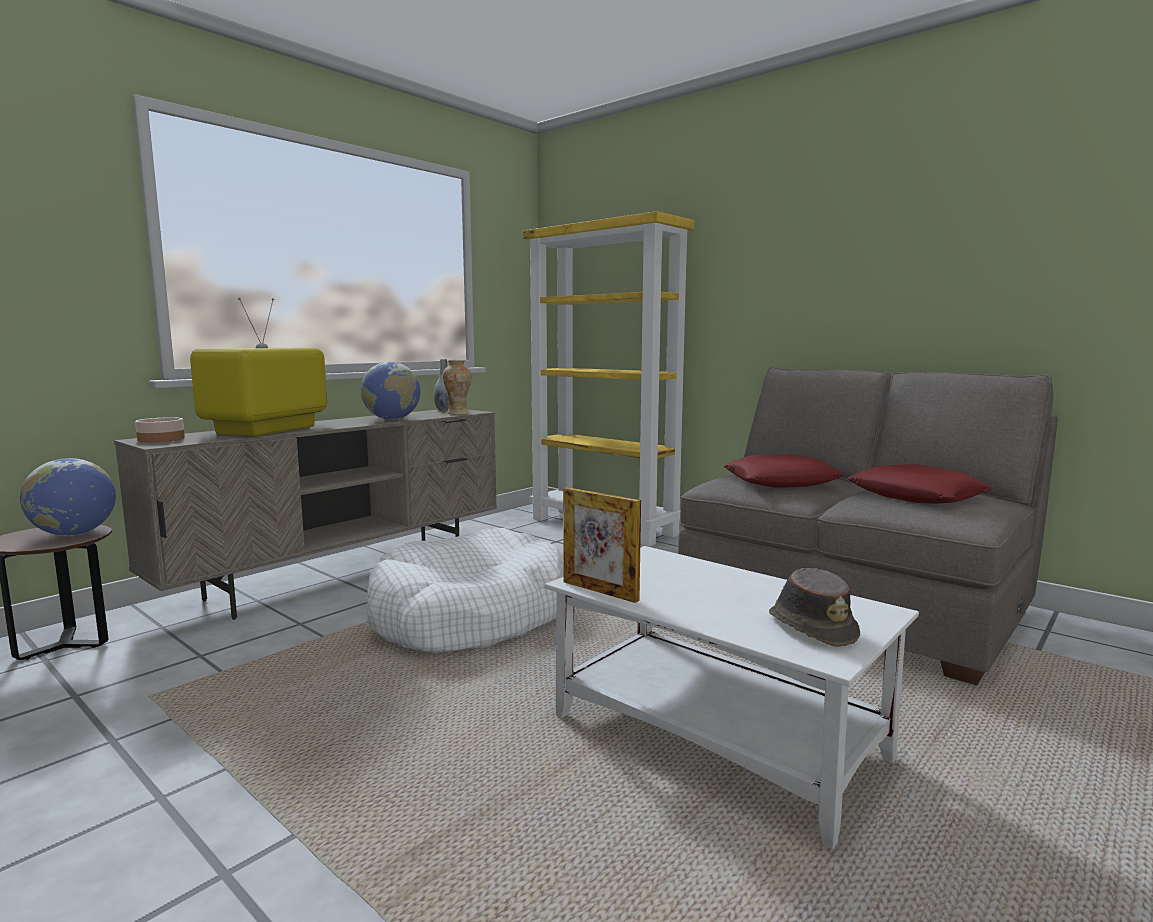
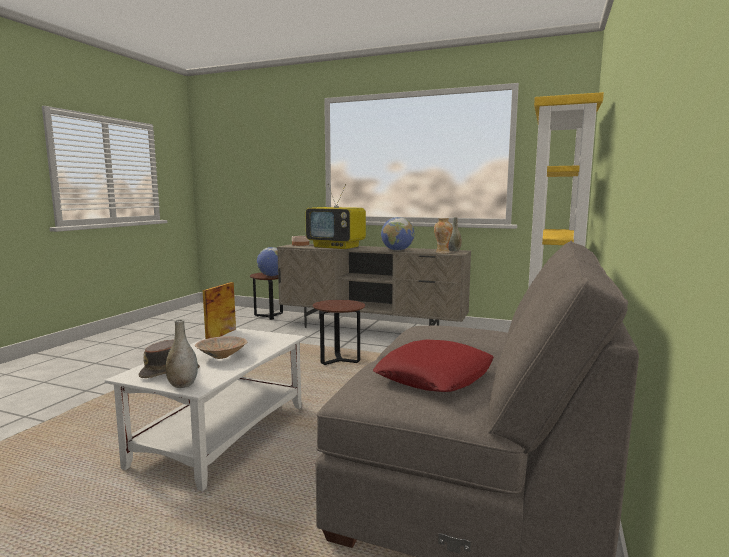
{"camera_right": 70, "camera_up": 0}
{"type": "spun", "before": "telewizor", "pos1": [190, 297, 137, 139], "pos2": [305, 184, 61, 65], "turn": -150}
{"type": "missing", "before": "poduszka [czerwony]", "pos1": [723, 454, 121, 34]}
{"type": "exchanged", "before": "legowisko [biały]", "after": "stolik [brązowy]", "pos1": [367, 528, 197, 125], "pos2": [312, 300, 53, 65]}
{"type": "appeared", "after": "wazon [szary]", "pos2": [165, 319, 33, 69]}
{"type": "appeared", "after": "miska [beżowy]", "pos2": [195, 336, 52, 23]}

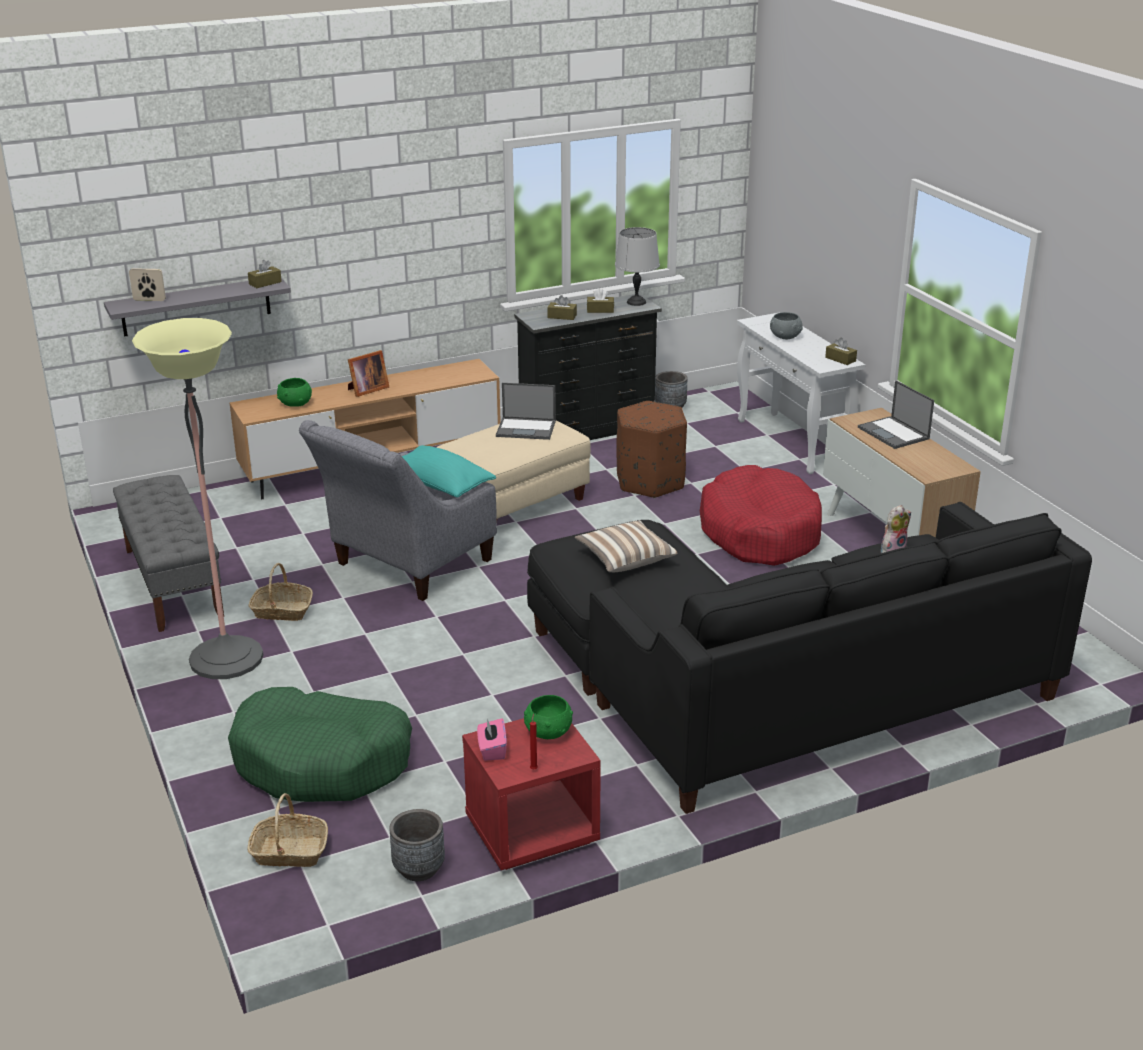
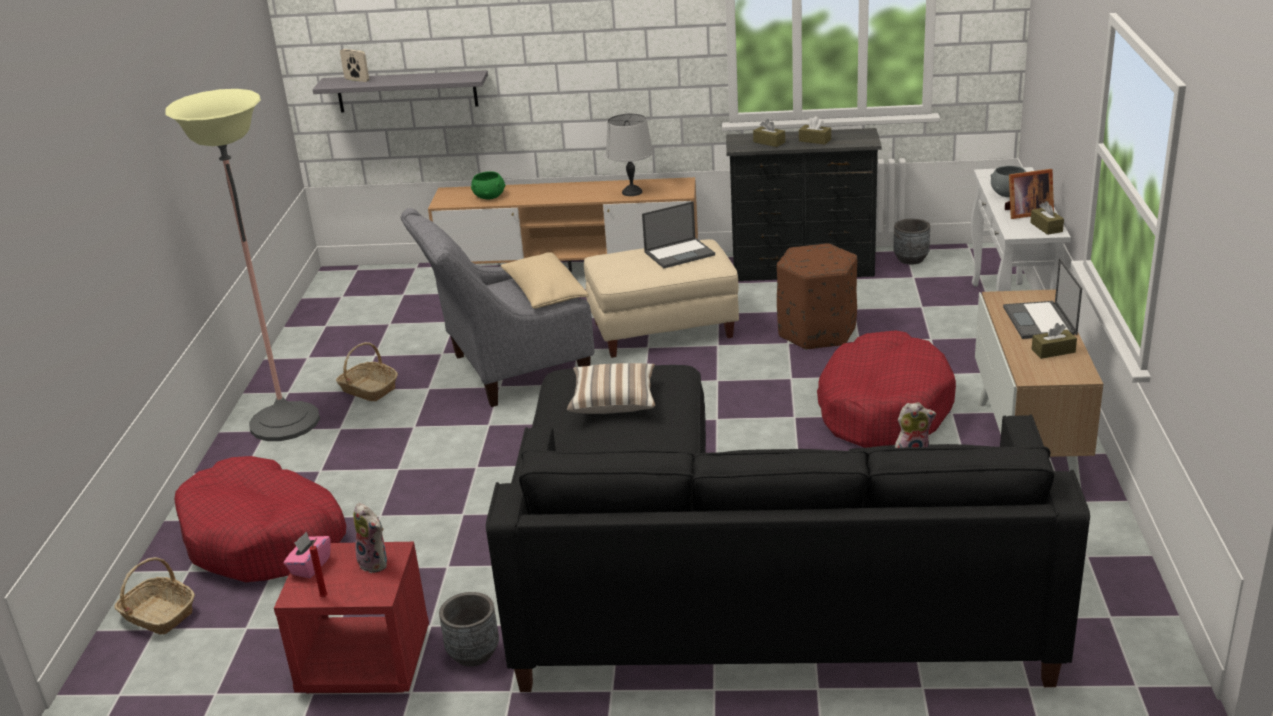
{"camera_right": 30, "camera_up": 0}
{"type": "relocated", "before": "lampa stołowa [szary]", "pos1": [615, 227, 45, 79], "pos2": [606, 113, 47, 83]}
{"type": "relocated", "before": "pudełko chusteczek [brązowy]", "pos1": [248, 260, 34, 28], "pos2": [1031, 323, 46, 36]}
{"type": "relocated", "before": "ramka na zdjęcie", "pos1": [348, 350, 41, 47], "pos2": [1005, 169, 49, 50]}
{"type": "spun", "before": "laptop", "pos1": [496, 383, 60, 57], "pos2": [642, 201, 73, 67], "turn": -60}
{"type": "colour", "before": "poduszka [turkusowy]", "after": "poduszka [beżowy]", "pos1": [402, 445, 94, 52], "pos2": [501, 252, 88, 57]}
{"type": "missing", "before": "ławka [szary]", "pos1": [113, 475, 111, 157]}
{"type": "colour", "before": "legowisko [zielony]", "after": "legowisko [czerwony]", "pos1": [228, 687, 184, 115], "pos2": [174, 456, 172, 126]}
{"type": "exchanged", "before": "miska [zielony]", "after": "pluszak", "pos1": [524, 695, 49, 44], "pos2": [353, 503, 34, 70]}
{"type": "relocated", "before": "donica [szary]", "pos1": [389, 809, 56, 72], "pos2": [439, 592, 60, 75]}

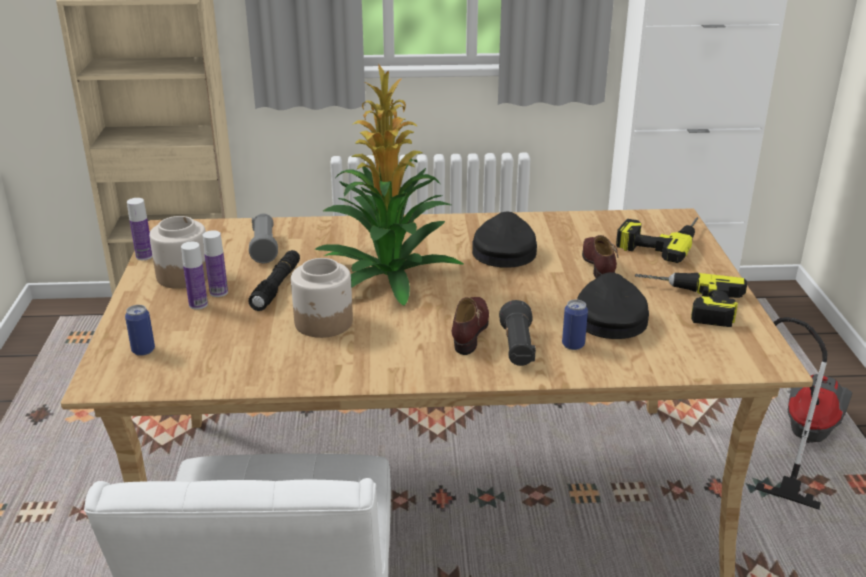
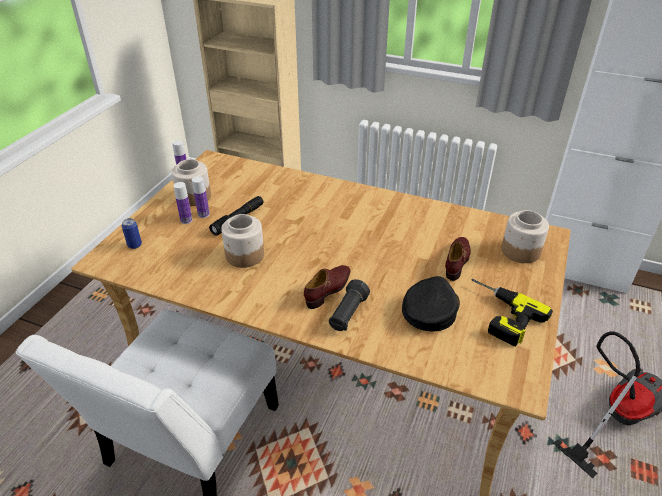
{"camera_right": 25, "camera_up": 10}
{"type": "missing", "before": "roślina doniczkowa", "pos1": [315, 65, 148, 241]}
{"type": "missing", "before": "czapka z daszkiem [czarny]", "pos1": [472, 212, 65, 56]}
{"type": "missing", "before": "latarka [szary]", "pos1": [249, 214, 29, 49]}
{"type": "exchanged", "before": "wiertarka", "after": "słoik", "pos1": [616, 217, 83, 46], "pos2": [501, 210, 48, 53]}
{"type": "missing", "before": "puszka", "pos1": [562, 299, 26, 51]}

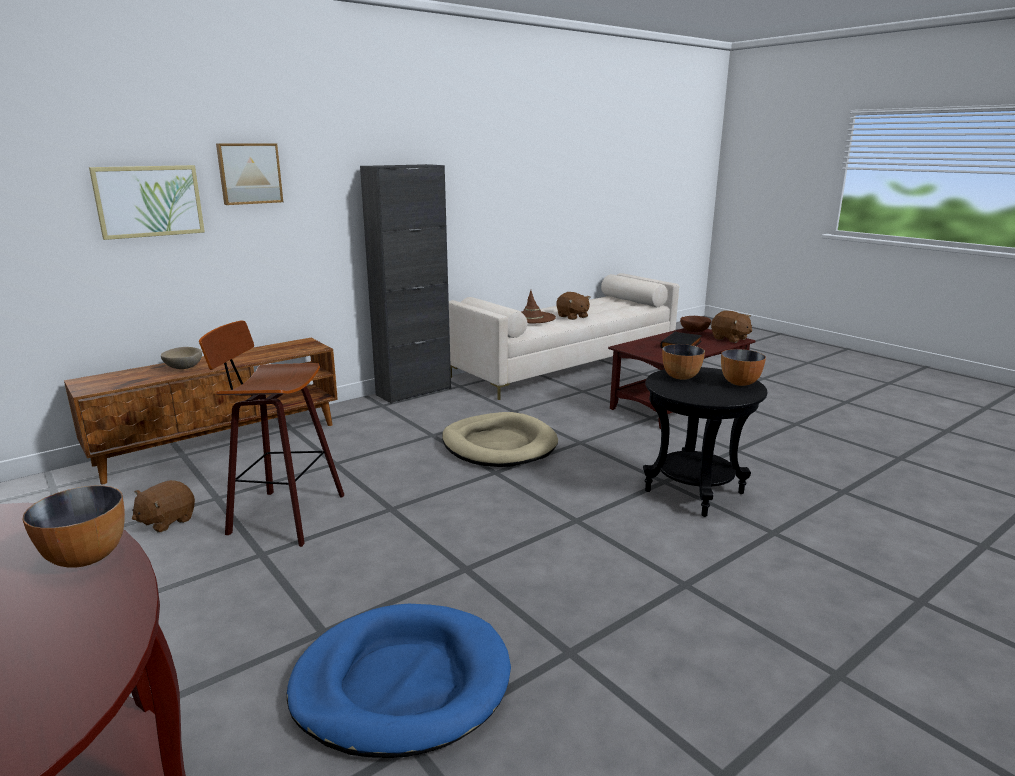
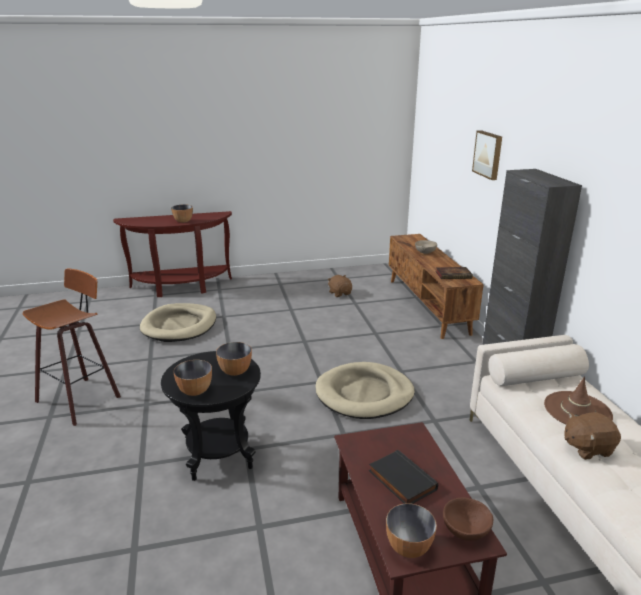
{"camera_right": 115, "camera_up": 5}
{"type": "missing", "before": "obraz", "pos1": [89, 165, 116, 75]}
{"type": "exchanged", "before": "pluszak [brązowy]", "after": "miska", "pos1": [711, 311, 41, 32], "pos2": [386, 503, 51, 55]}
{"type": "relocated", "before": "stołek", "pos1": [199, 320, 145, 227], "pos2": [23, 268, 98, 158]}
{"type": "colour", "before": "legowisko [niebieski]", "after": "legowisko [beżowy]", "pos1": [287, 604, 224, 154], "pos2": [140, 303, 76, 39]}
{"type": "appeared", "after": "książka", "pos2": [435, 267, 38, 12]}

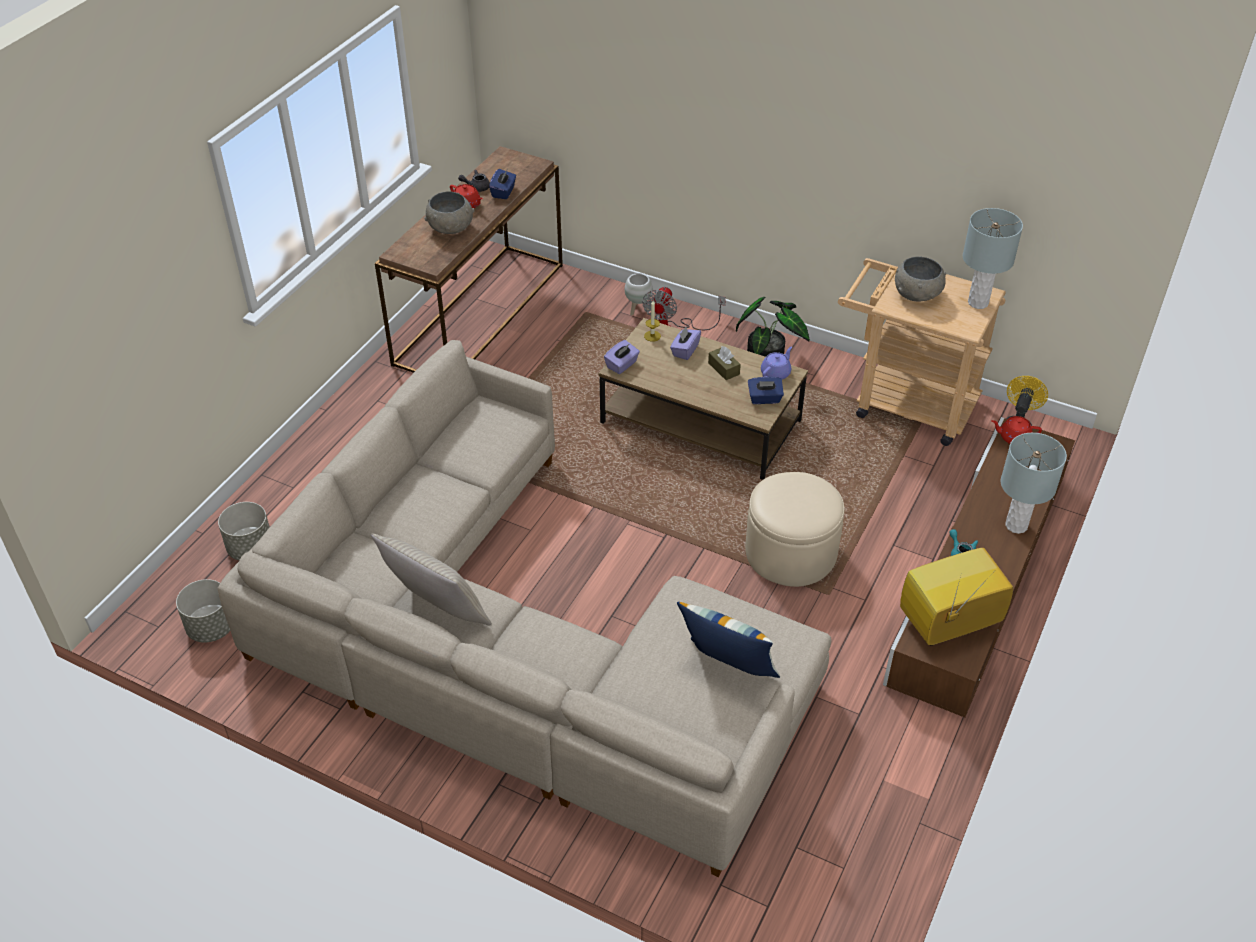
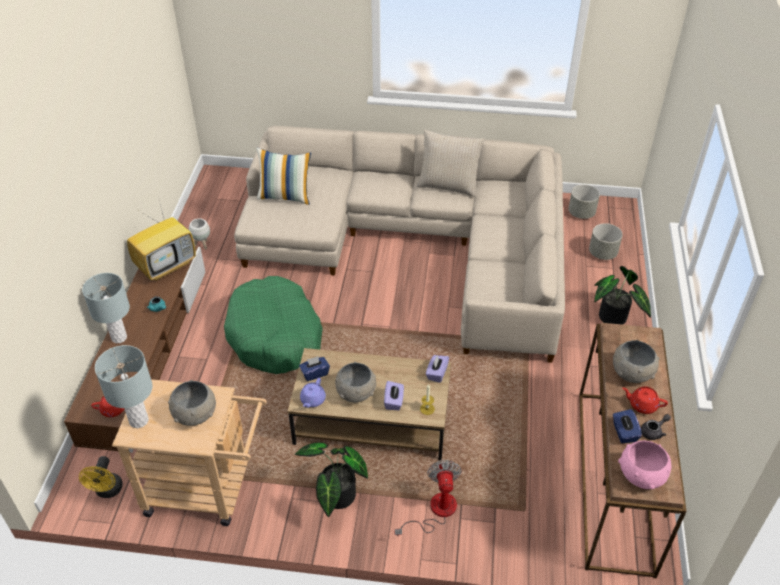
{"camera_right": 160, "camera_up": 0}
{"type": "relocated", "before": "donica [biały]", "pos1": [625, 273, 28, 43], "pos2": [189, 218, 21, 31]}
{"type": "exchanged", "before": "pudełko chusteczek [brązowy]", "after": "miska [szary]", "pos1": [708, 346, 33, 34], "pos2": [335, 362, 41, 40]}
{"type": "exchanged", "before": "pufa [beżowy]", "after": "legowisko [zielony]", "pos1": [745, 472, 99, 115], "pos2": [224, 276, 99, 98]}
{"type": "appeared", "after": "roślina doniczkowa", "pos2": [594, 266, 57, 59]}
{"type": "appeared", "after": "miska [różowy]", "pos2": [618, 441, 53, 48]}

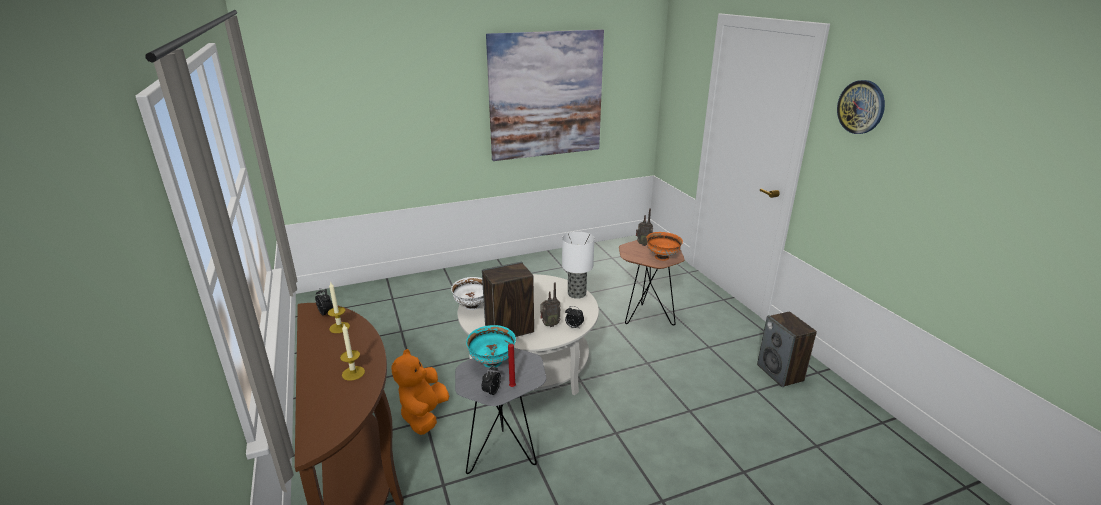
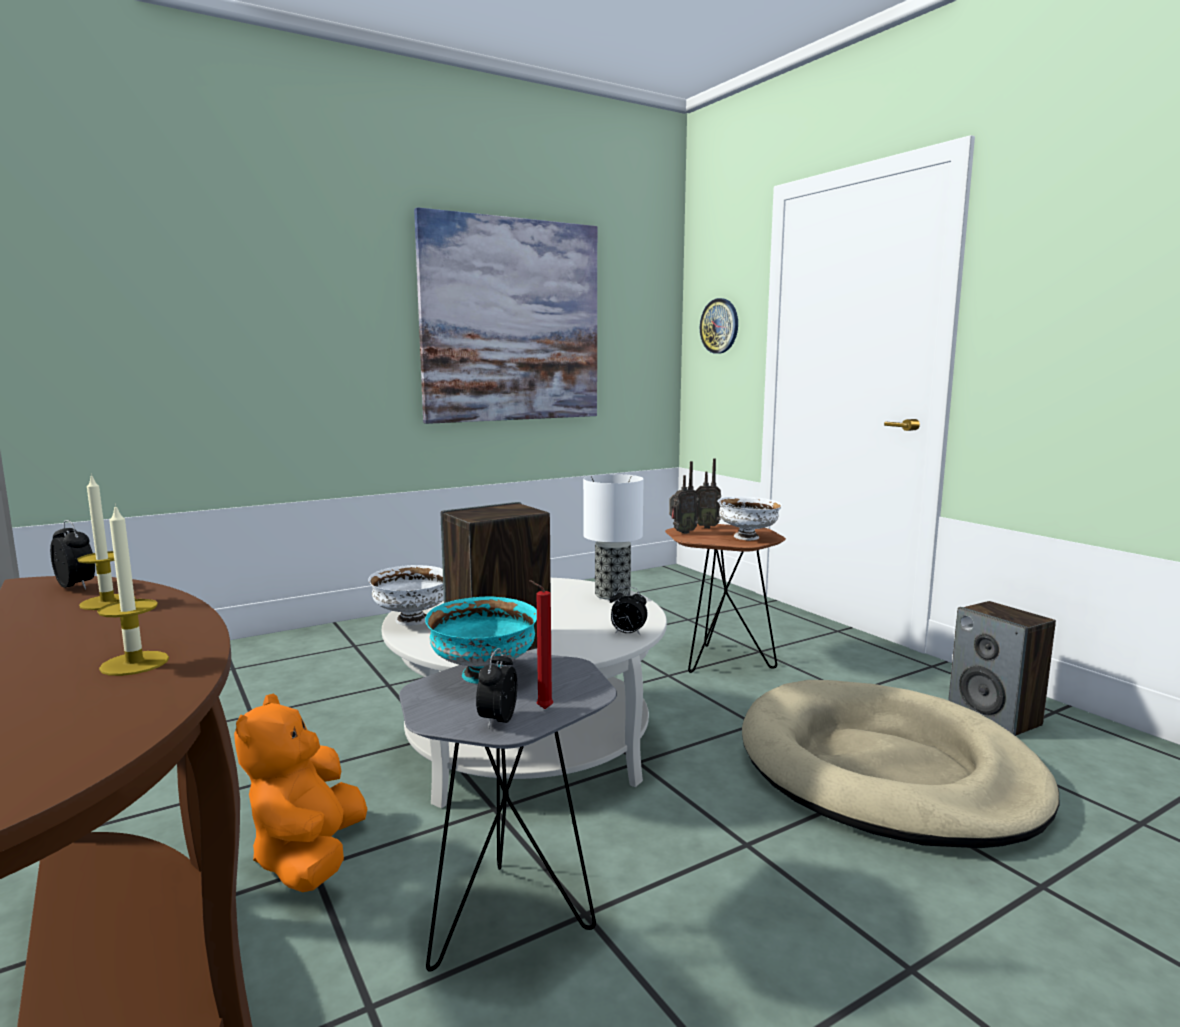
{"camera_right": -10, "camera_up": -15}
{"type": "relocated", "before": "zegar ścienny", "pos1": [837, 80, 48, 54], "pos2": [700, 298, 38, 56]}
{"type": "colour", "before": "miska [pomarańczowy]", "after": "miska [biały]", "pos1": [646, 232, 37, 29], "pos2": [717, 497, 65, 43]}
{"type": "relocated", "before": "radio", "pos1": [540, 282, 21, 45], "pos2": [669, 461, 30, 73]}
{"type": "appeared", "after": "legowisko [beżowy]", "pos2": [742, 680, 318, 168]}

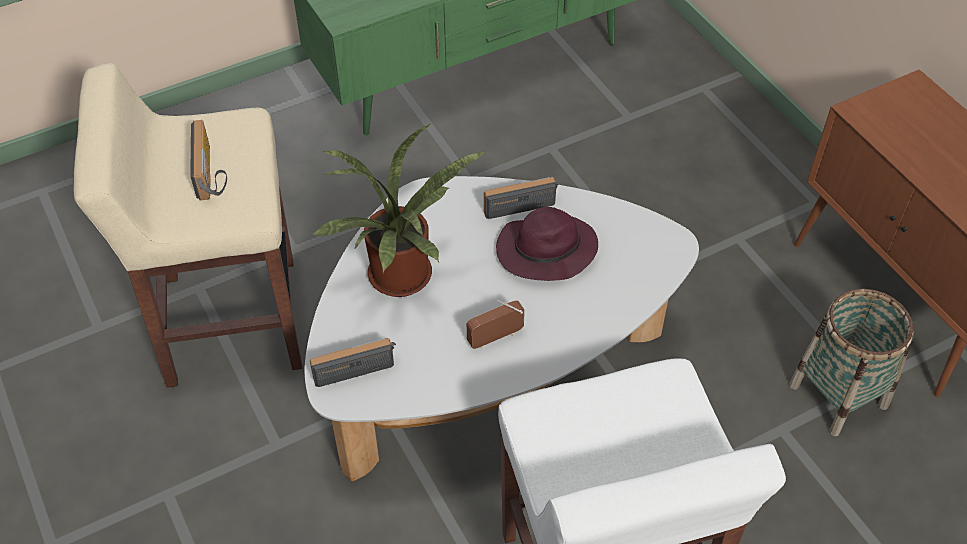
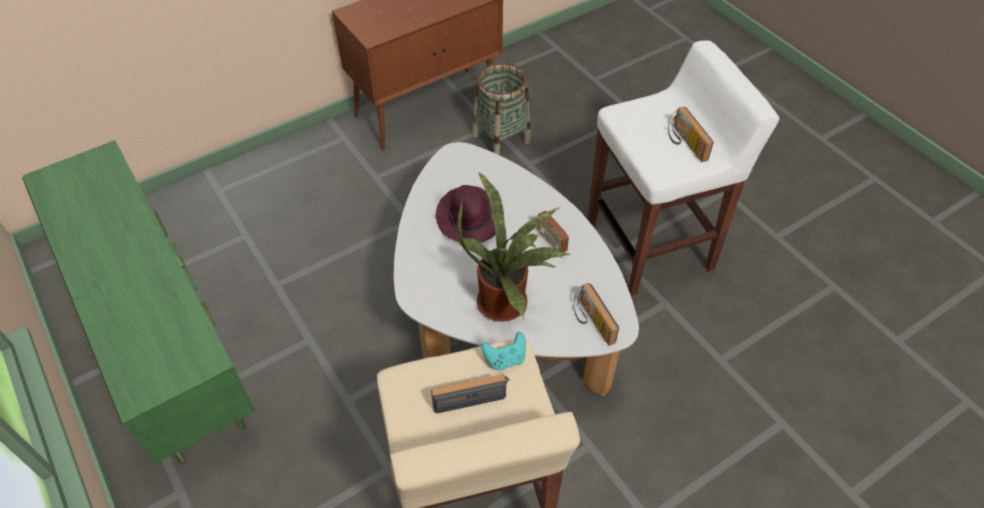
{"camera_right": -95, "camera_up": 0}
{"type": "relocated", "before": "radio", "pos1": [484, 177, 75, 42], "pos2": [668, 106, 46, 56]}
{"type": "appeared", "after": "pad do gier [turkusowy]", "pos2": [481, 331, 45, 39]}

